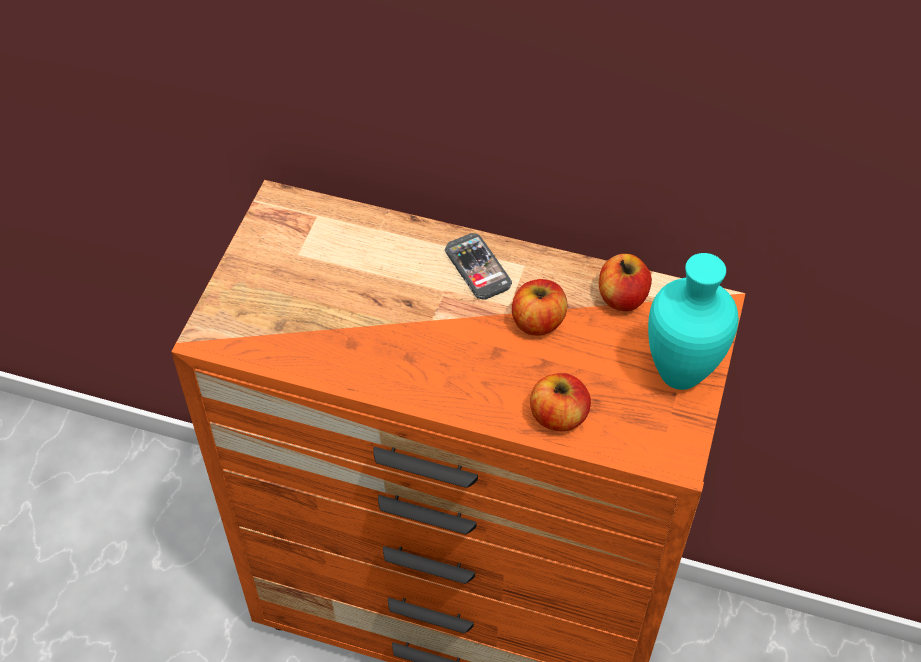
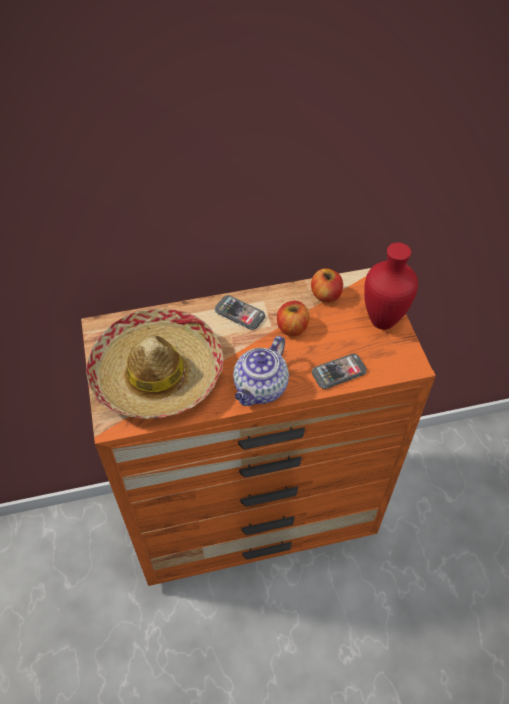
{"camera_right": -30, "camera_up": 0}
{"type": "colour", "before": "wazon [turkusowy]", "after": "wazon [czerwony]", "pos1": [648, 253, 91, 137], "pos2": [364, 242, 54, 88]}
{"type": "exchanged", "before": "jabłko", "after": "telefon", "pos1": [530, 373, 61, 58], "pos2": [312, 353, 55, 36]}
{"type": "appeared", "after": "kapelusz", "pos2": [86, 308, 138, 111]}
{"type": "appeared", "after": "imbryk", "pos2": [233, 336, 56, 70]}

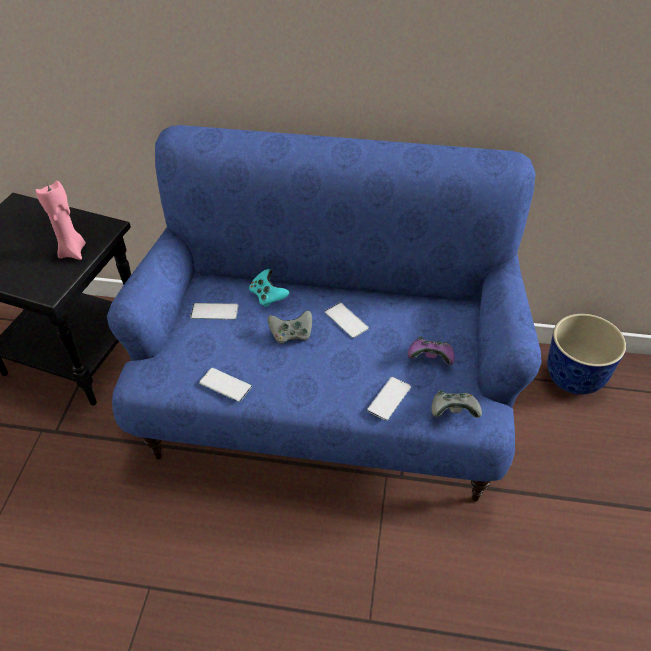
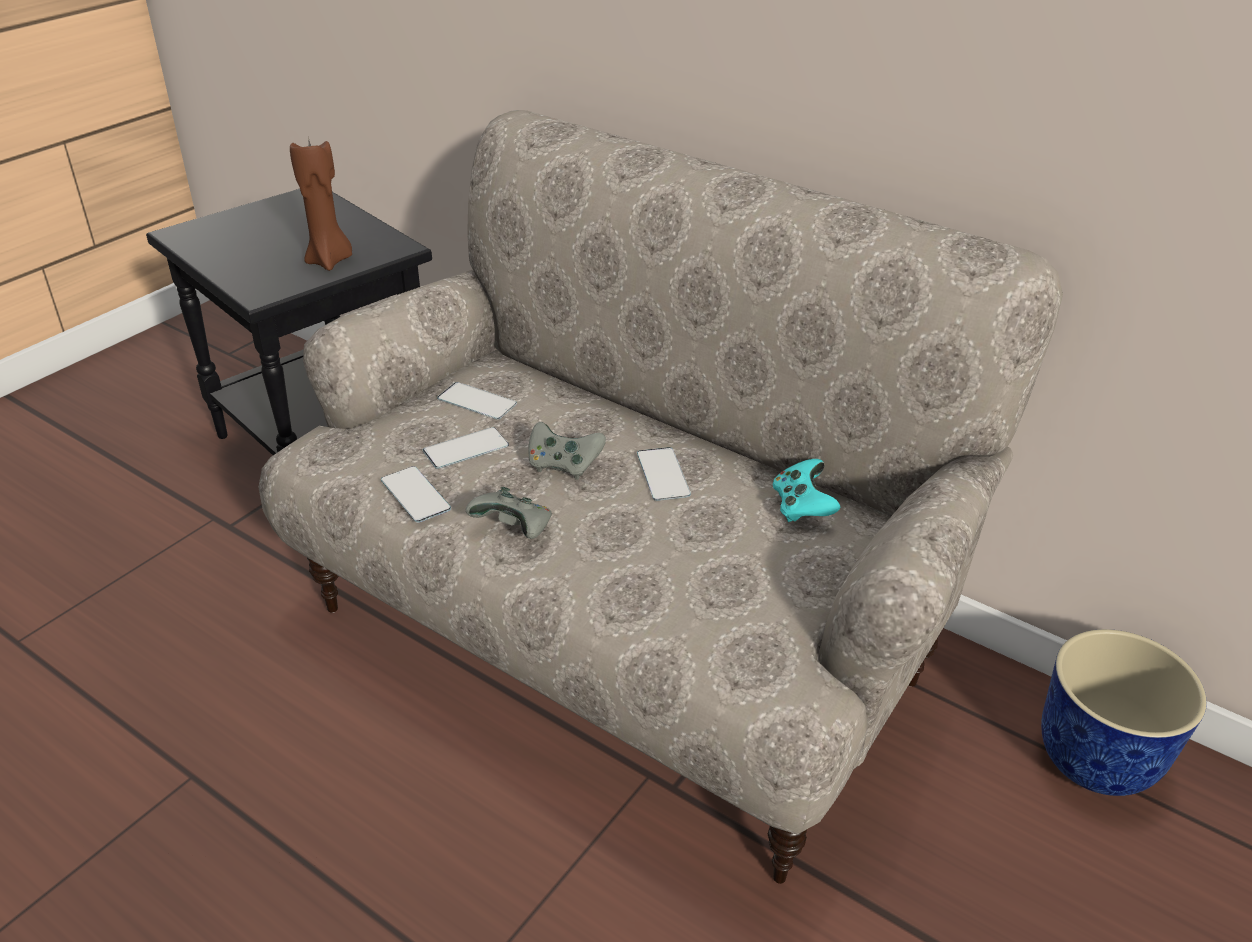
{"camera_right": 25, "camera_up": -10}
{"type": "colour", "before": "kanapa [niebieski]", "after": "kanapa [beżowy]", "pos1": [107, 125, 435, 377], "pos2": [258, 110, 805, 774]}
{"type": "colour", "before": "świeca [różowy]", "after": "świeca [brązowy]", "pos1": [36, 181, 50, 79], "pos2": [290, 137, 62, 134]}
{"type": "relocated", "before": "pad do gier [turkusowy]", "pos1": [249, 269, 40, 38], "pos2": [773, 459, 67, 63]}
{"type": "missing", "before": "pad do gier [fioletowy]", "pos1": [408, 336, 47, 29]}
{"type": "relocated", "before": "telefon", "pos1": [367, 377, 44, 44], "pos2": [423, 427, 86, 42]}
{"type": "relocated", "before": "pad do gier [szary]", "pos1": [431, 390, 51, 28], "pos2": [466, 487, 86, 52]}

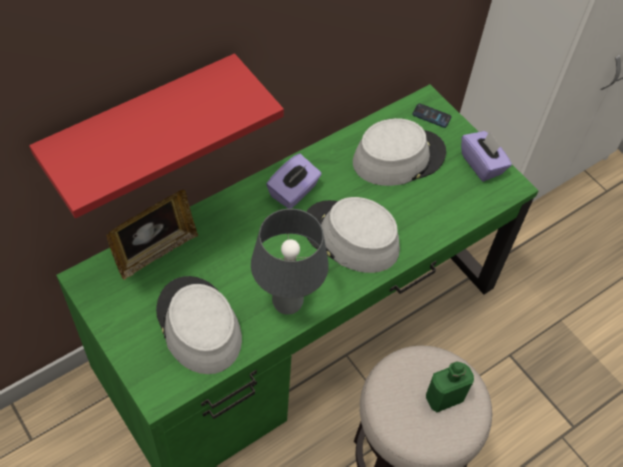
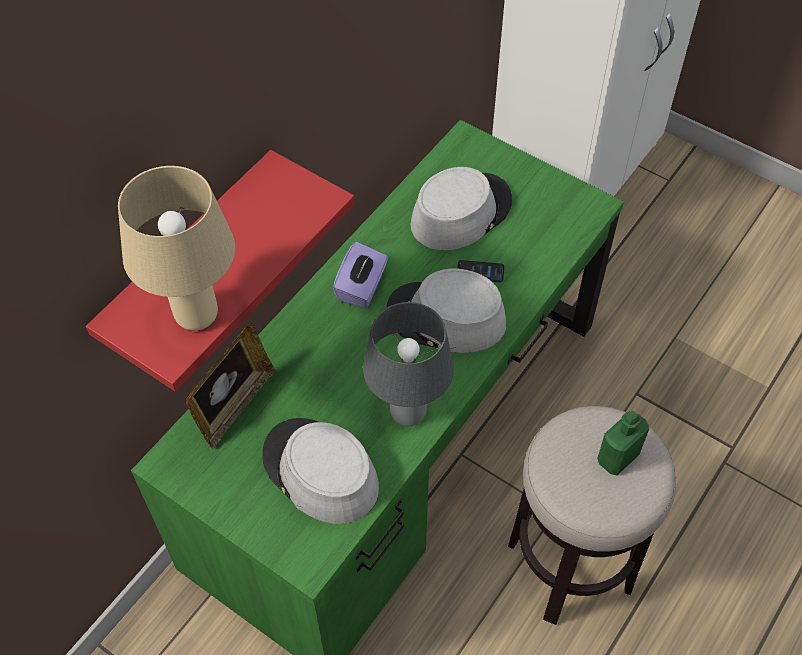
{"camera_right": -15, "camera_up": 0}
{"type": "relocated", "before": "telefon", "pos1": [412, 103, 39, 25], "pos2": [457, 260, 47, 22]}
{"type": "missing", "before": "pudełko chusteczek [fioletowy]", "pos1": [461, 131, 51, 51]}
{"type": "appeared", "after": "lampa stołowa [beżowy]", "pos2": [118, 166, 117, 165]}

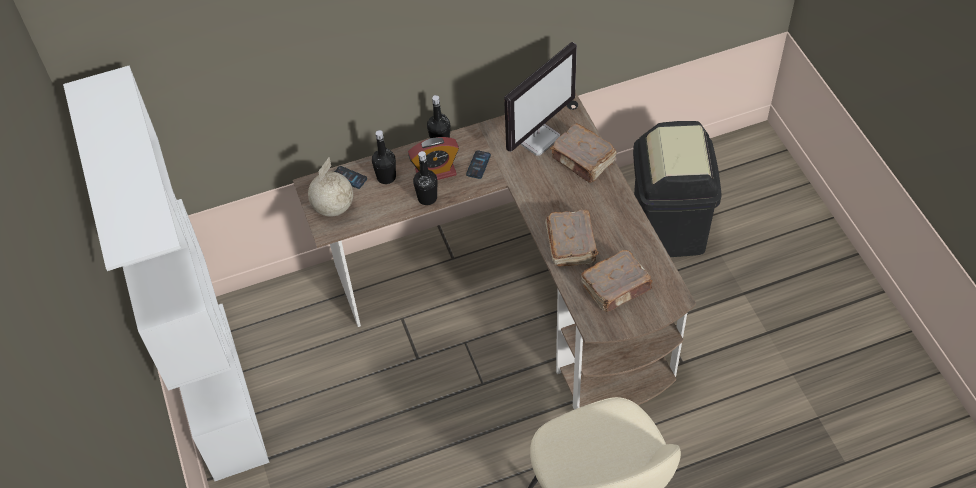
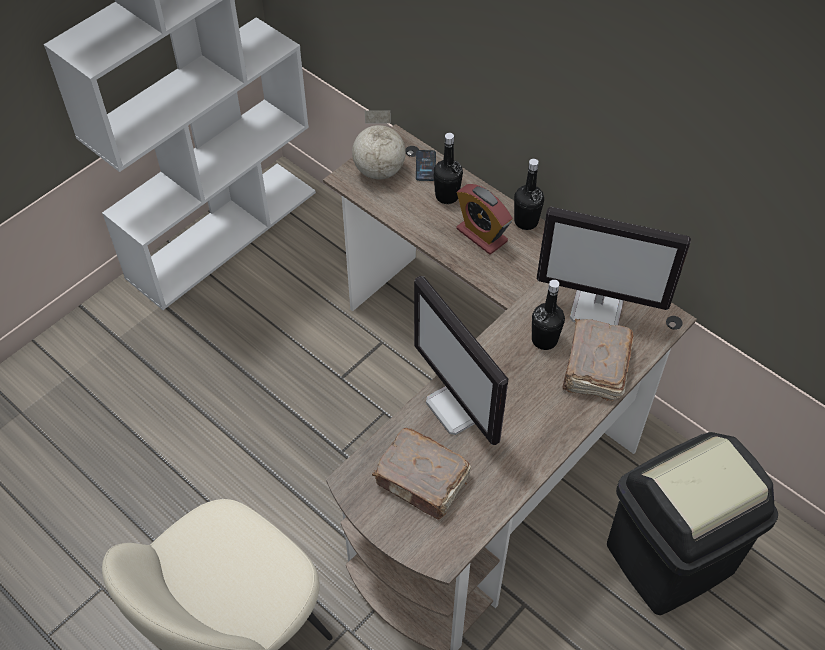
{"camera_right": 60, "camera_up": 0}
{"type": "missing", "before": "telefon", "pos1": [466, 150, 25, 29]}
{"type": "relocated", "before": "butelka [czarny]", "pos1": [413, 151, 24, 54], "pos2": [532, 280, 33, 70]}
{"type": "exchanged", "before": "książka [brązowy]", "after": "monitor", "pos1": [545, 209, 53, 58], "pos2": [414, 276, 94, 169]}

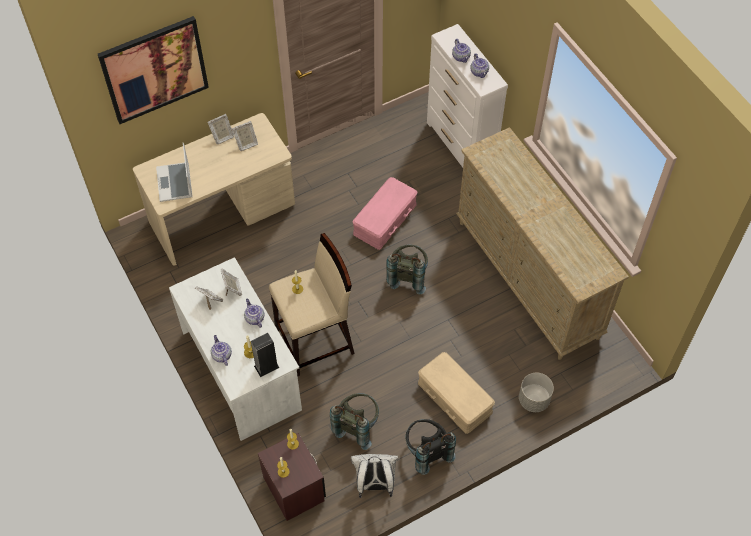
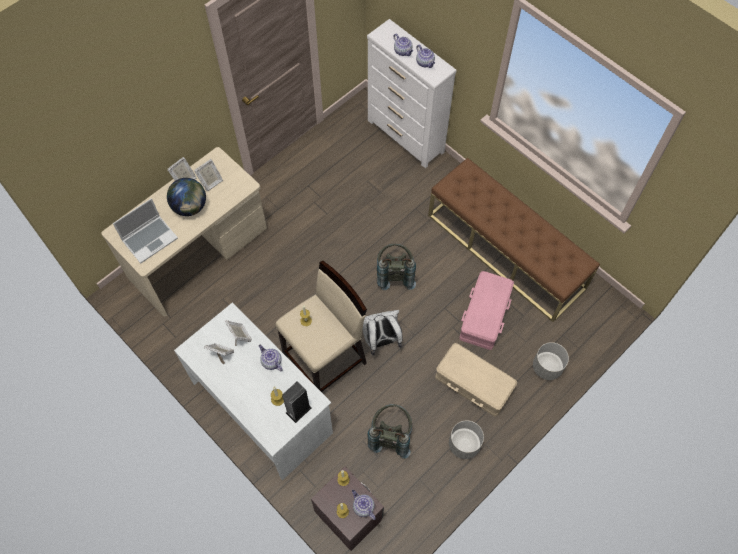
{"camera_right": -15, "camera_up": 5}
{"type": "missing", "before": "obraz", "pos1": [98, 16, 111, 108]}
{"type": "exchanged", "before": "komoda [beżowy]", "after": "ławka [brązowy]", "pos1": [456, 127, 173, 233], "pos2": [428, 158, 172, 164]}
{"type": "spun", "before": "laptop", "pos1": [156, 143, 37, 59], "pos2": [113, 198, 65, 66], "turn": -105}
{"type": "relocated", "before": "pojemnik do przechowywania [różowy]", "pos1": [353, 177, 64, 73], "pos2": [459, 271, 55, 79]}
{"type": "relocated", "before": "imbryk", "pos1": [211, 335, 21, 31], "pos2": [352, 490, 24, 30]}
{"type": "exchanged", "before": "plecak [czarny]", "after": "donica [szary]", "pos1": [405, 419, 51, 56], "pos2": [449, 420, 35, 39]}
{"type": "relocated", "before": "plecak [biały]", "pos1": [351, 454, 47, 44], "pos2": [362, 310, 41, 45]}
{"type": "appeared", "after": "globus", "pos2": [167, 178, 39, 38]}

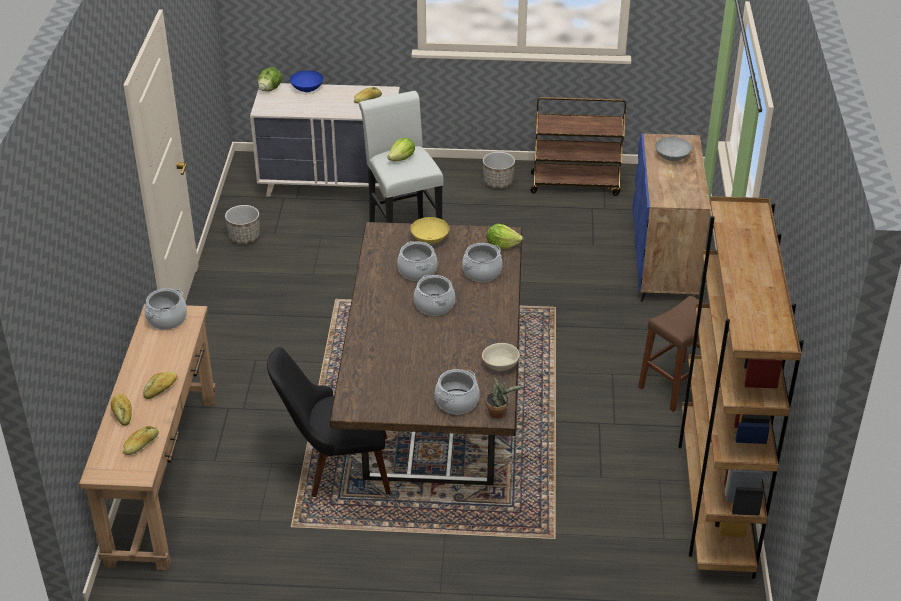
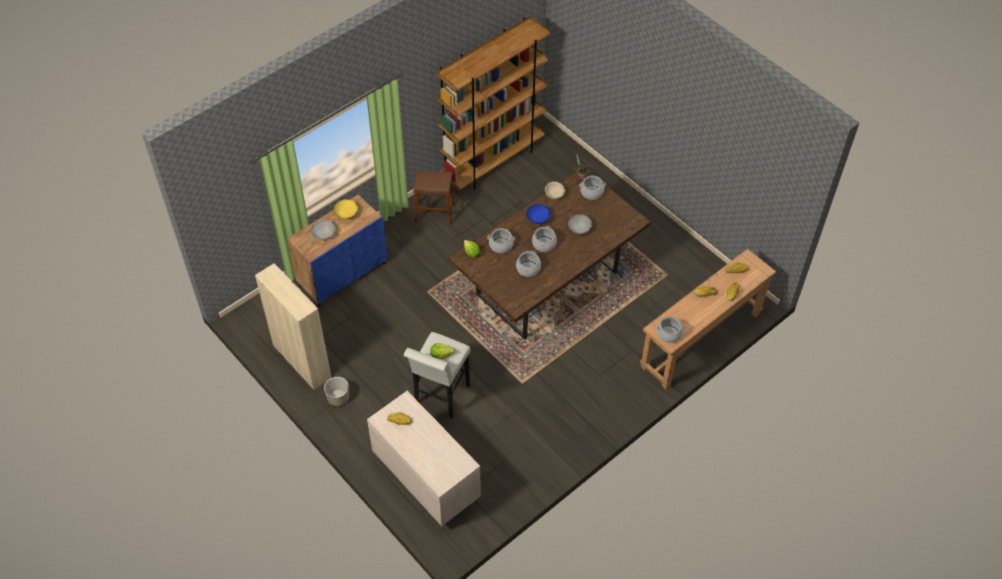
{"camera_right": -135, "camera_up": 15}
{"type": "missing", "before": "sałata", "pos1": [257, 67, 25, 25]}
{"type": "relocated", "before": "miska [niebieski]", "pos1": [290, 70, 33, 22], "pos2": [527, 204, 24, 20]}
{"type": "exchanged", "before": "wózek [brązowy]", "after": "szafka [beżowy]", "pos1": [530, 97, 96, 99], "pos2": [255, 263, 77, 127]}
{"type": "missing", "before": "donica", "pos1": [225, 205, 35, 39]}
{"type": "relocated", "before": "miska [żółty]", "pos1": [410, 217, 39, 27], "pos2": [334, 199, 24, 20]}
{"type": "missing", "before": "krzesło [czarny]", "pos1": [267, 347, 124, 150]}
{"type": "appeared", "after": "miska [szary]", "pos2": [568, 214, 24, 20]}

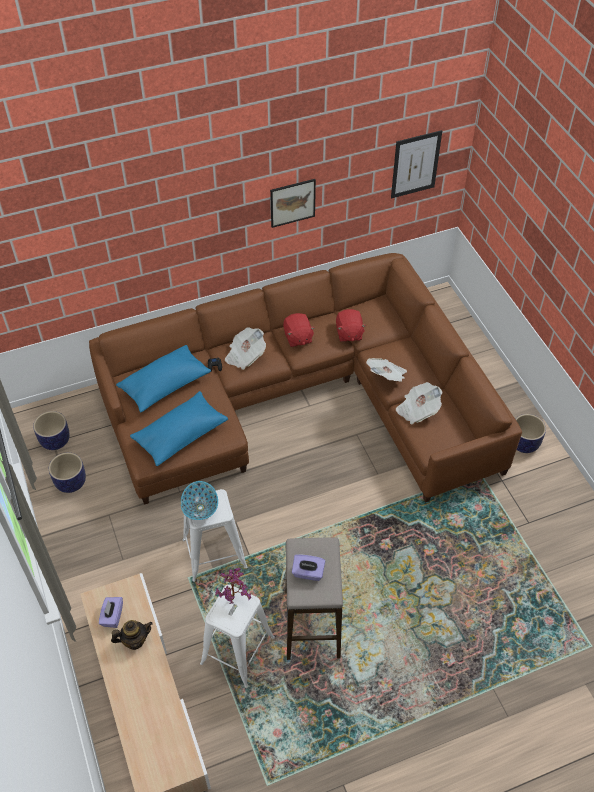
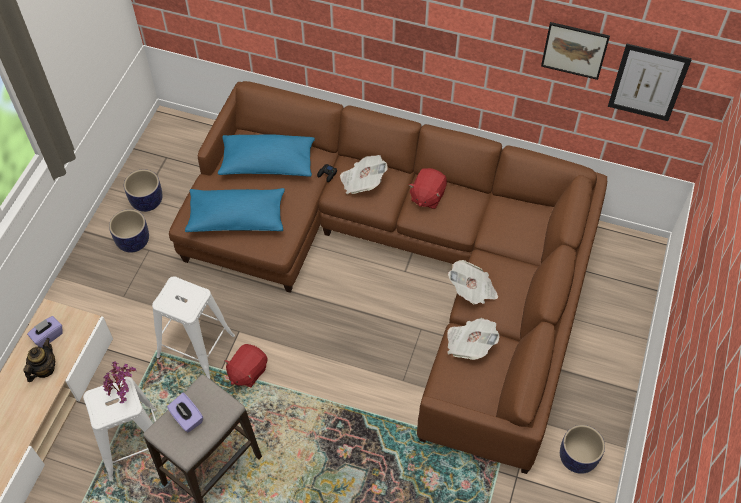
{"camera_right": 40, "camera_up": 5}
{"type": "relocated", "before": "obraz", "pos1": [270, 179, 46, 49], "pos2": [541, 22, 69, 58]}
{"type": "relocated", "before": "pluszak [czerwony]", "pos1": [336, 309, 30, 33], "pos2": [224, 344, 43, 44]}
{"type": "relocated", "before": "donica", "pos1": [33, 411, 37, 39], "pos2": [109, 209, 40, 44]}
{"type": "missing", "before": "miska", "pos1": [181, 481, 37, 39]}
{"type": "spun", "before": "imbryk", "pos1": [111, 620, 42, 30], "pos2": [23, 338, 32, 44], "turn": -90}

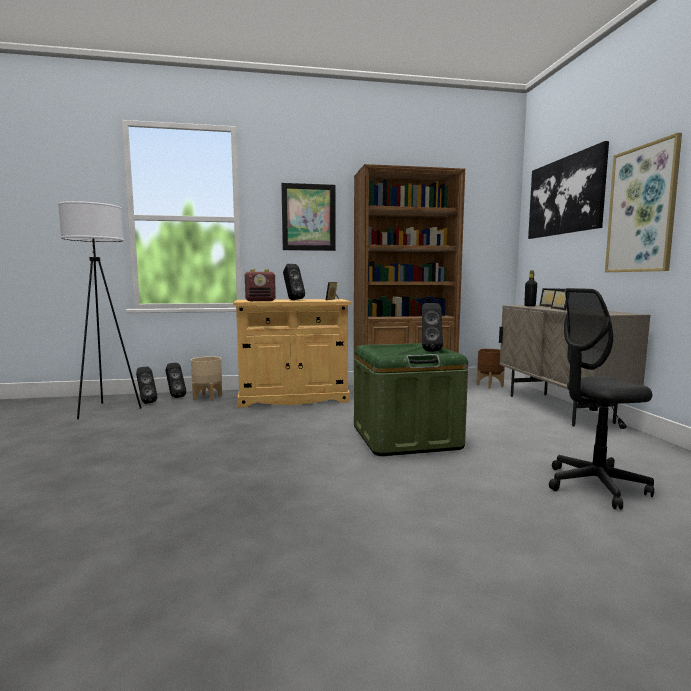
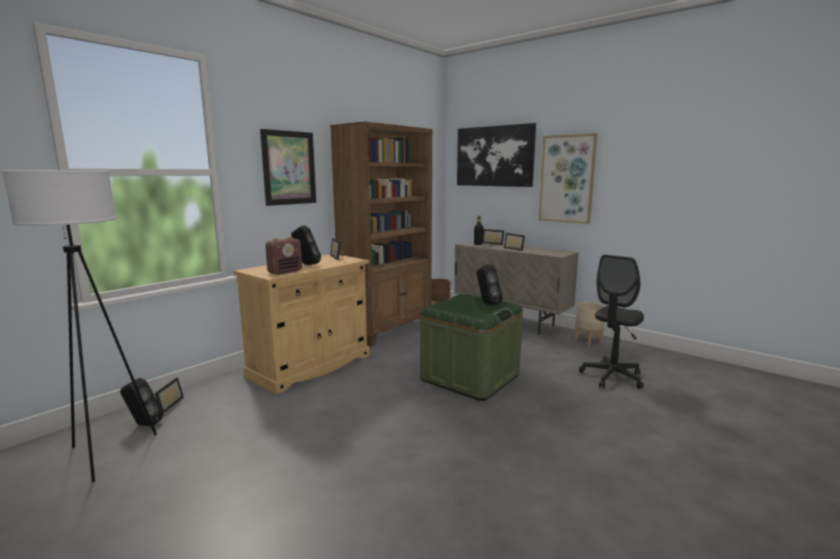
{"camera_right": -40, "camera_up": 5}
{"type": "relocated", "before": "donica [beżowy]", "pos1": [191, 356, 31, 45], "pos2": [574, 302, 31, 44]}
{"type": "exchanged", "before": "głośnik [czarny]", "after": "ramka na zdjęcie", "pos1": [165, 363, 21, 35], "pos2": [155, 377, 29, 37]}

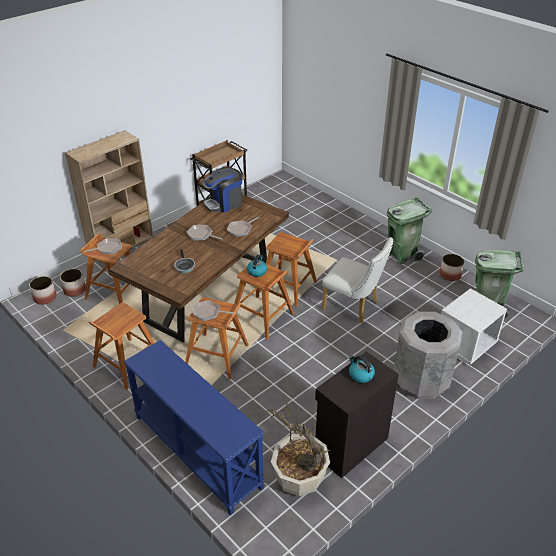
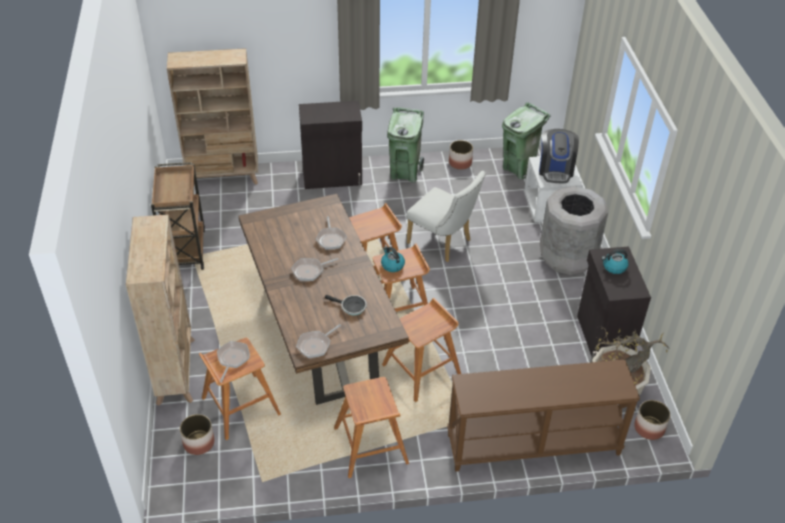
{"camera_right": -55, "camera_up": 5}
{"type": "relocated", "before": "ekspres do kawy", "pos1": [203, 167, 39, 46], "pos2": [539, 129, 40, 54]}
{"type": "spun", "before": "krzesło [biały]", "pos1": [322, 237, 71, 86], "pos2": [407, 171, 78, 91], "turn": 60}
{"type": "relocated", "before": "donica", "pos1": [29, 276, 28, 29], "pos2": [634, 400, 36, 40]}
{"type": "relocated", "before": "patelnia", "pos1": [192, 300, 44, 21], "pos2": [296, 324, 45, 34]}
{"type": "colour", "before": "stolik konsolowy [niebieski]", "after": "stolik konsolowy [brązowy]", "pos1": [124, 340, 141, 175], "pos2": [447, 360, 193, 112]}
{"type": "appeared", "after": "regał [beżowy]", "pos2": [167, 48, 91, 137]}
{"type": "appeared", "after": "szafka [czarny]", "pos2": [299, 101, 63, 88]}

